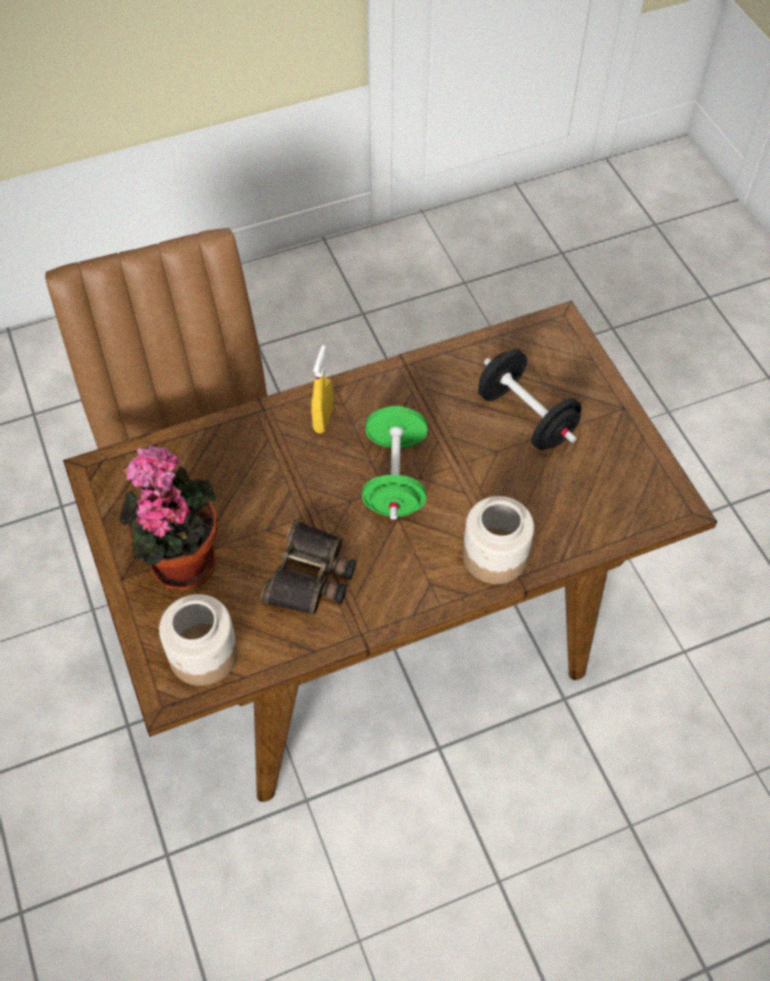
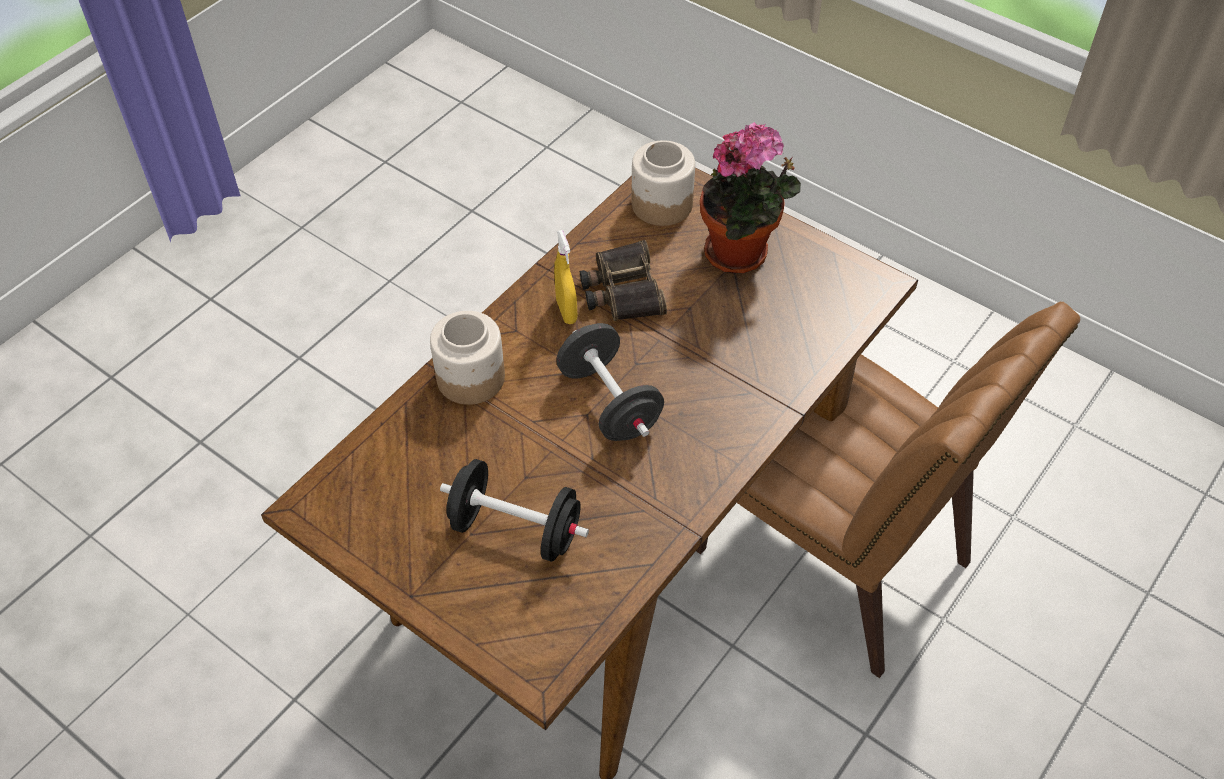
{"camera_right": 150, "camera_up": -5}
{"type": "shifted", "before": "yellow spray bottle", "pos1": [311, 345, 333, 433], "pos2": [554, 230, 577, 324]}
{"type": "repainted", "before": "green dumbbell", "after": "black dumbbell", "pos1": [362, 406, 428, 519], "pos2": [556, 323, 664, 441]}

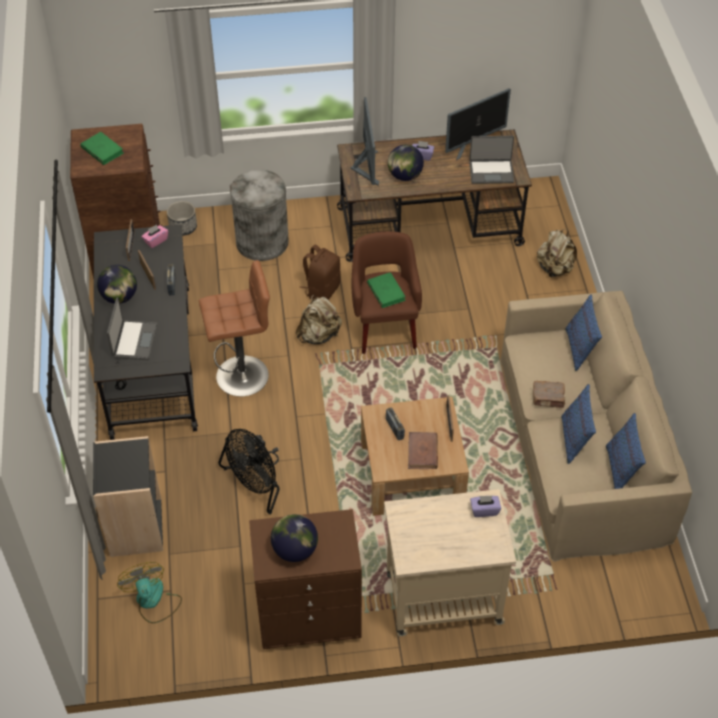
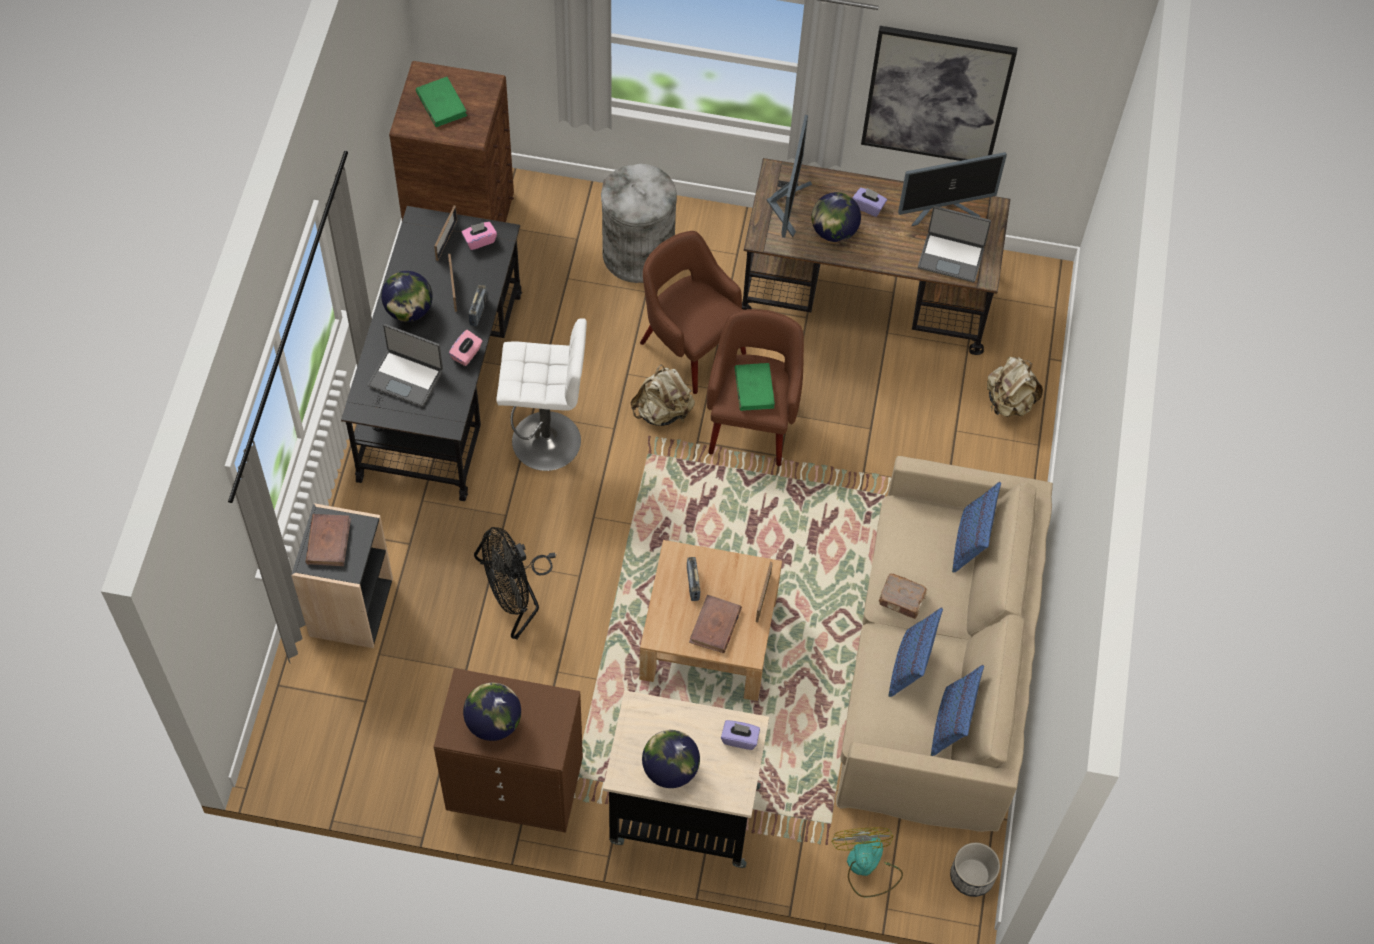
{"camera_right": 15, "camera_up": 10}
{"type": "rotated", "before": "laptop", "pos1": [107, 297, 157, 360], "pos2": [368, 324, 443, 407], "turn": 90}
{"type": "shifted", "before": "fan", "pos1": [117, 562, 182, 623], "pos2": [832, 828, 903, 897]}
{"type": "shifted", "before": "planter", "pos1": [167, 201, 197, 236], "pos2": [950, 842, 1000, 897]}
{"type": "repainted", "before": "brown stool", "after": "white stool", "pos1": [199, 260, 270, 397], "pos2": [496, 318, 587, 471]}
{"type": "swapped", "before": "brown backpack", "after": "brown armchair", "pos1": [299, 245, 341, 300], "pos2": [640, 231, 746, 394]}
{"type": "repainted", "before": "beige cart", "after": "black cart", "pos1": [384, 489, 516, 637], "pos2": [603, 690, 769, 868]}
{"type": "new", "after": "brown book", "pos2": [306, 514, 351, 566]}
{"type": "new", "after": "pink tissue box", "pos2": [449, 330, 483, 366]}
{"type": "new", "after": "globe", "pos2": [642, 730, 700, 788]}
{"type": "new", "after": "picture", "pos2": [861, 26, 1017, 161]}

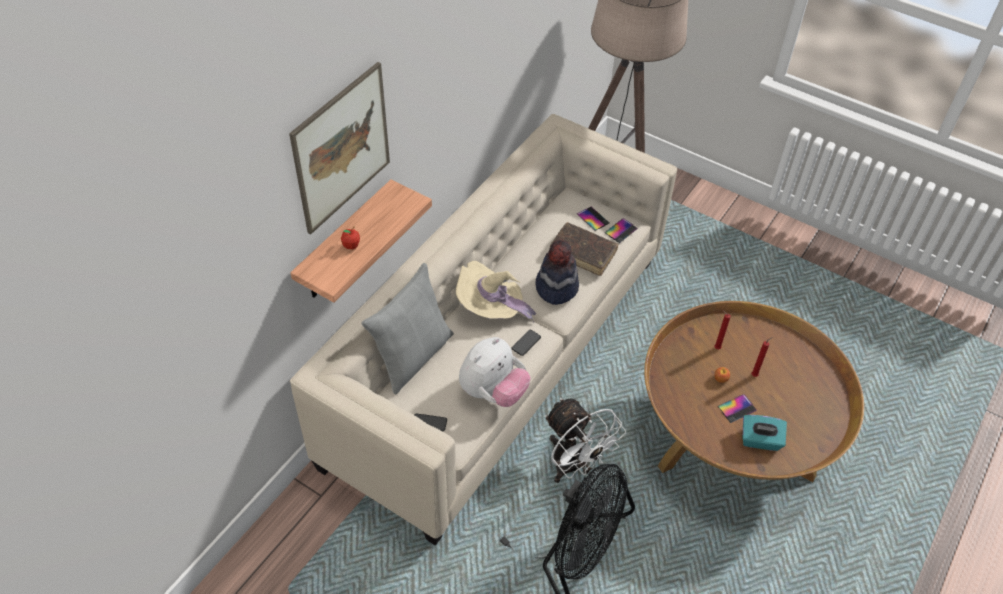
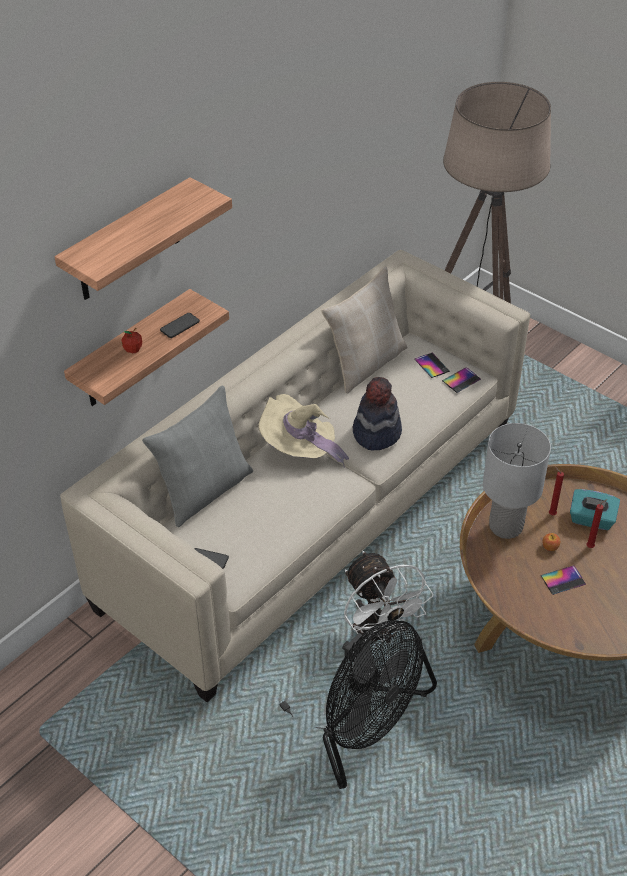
{"camera_right": 10, "camera_up": -5}
{"type": "swapped", "before": "picture", "after": "shelf", "pos1": [289, 62, 390, 234], "pos2": [54, 177, 232, 300]}
{"type": "gone", "before": "plush toy", "pos1": [459, 337, 531, 407]}
{"type": "shifted", "before": "phone", "pos1": [511, 330, 541, 356], "pos2": [160, 313, 200, 338]}
{"type": "gone", "before": "brown book", "pos1": [550, 222, 618, 276]}
{"type": "shifted", "before": "turquoise tissue box", "pos1": [743, 415, 787, 451], "pos2": [570, 489, 620, 530]}
{"type": "new", "after": "beige pillow", "pos2": [321, 266, 407, 394]}
{"type": "new", "after": "grey table lamp", "pos2": [483, 423, 551, 539]}

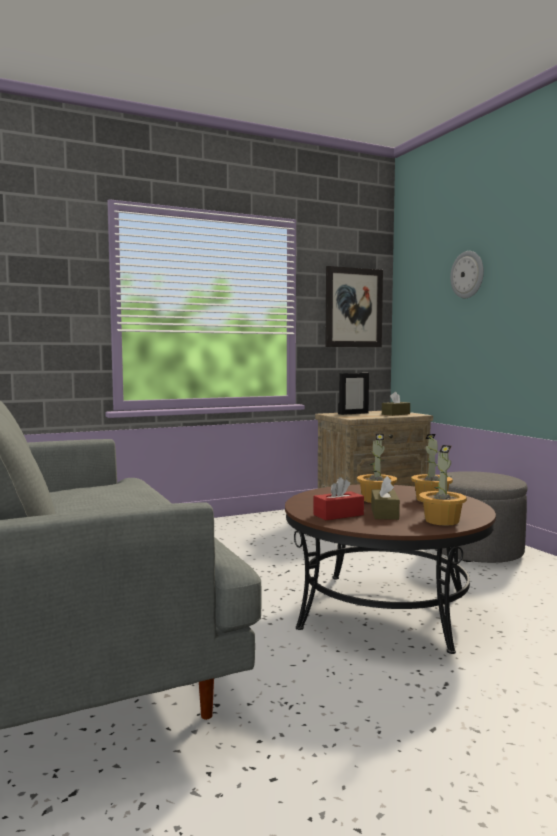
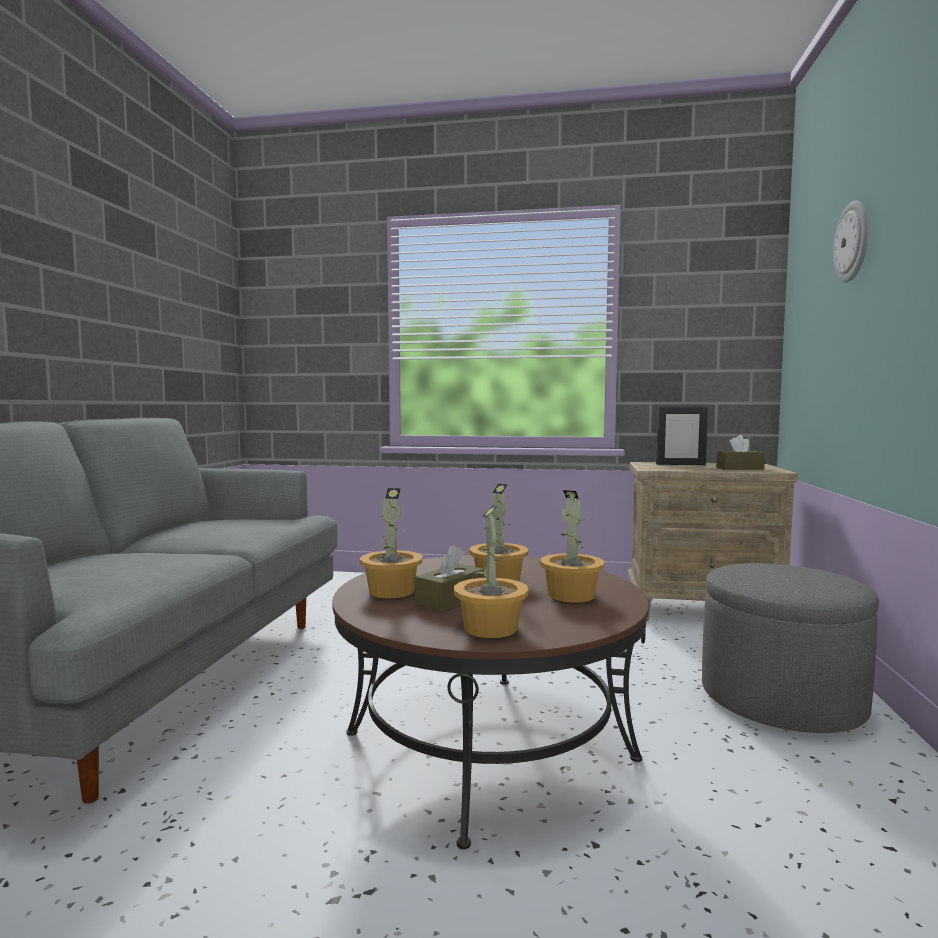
{"camera_right": 35, "camera_up": 0}
{"type": "swapped", "before": "red tissue box", "after": "potted plant", "pos1": [313, 477, 364, 520], "pos2": [360, 488, 423, 598]}
{"type": "gone", "before": "picture", "pos1": [325, 266, 383, 347]}

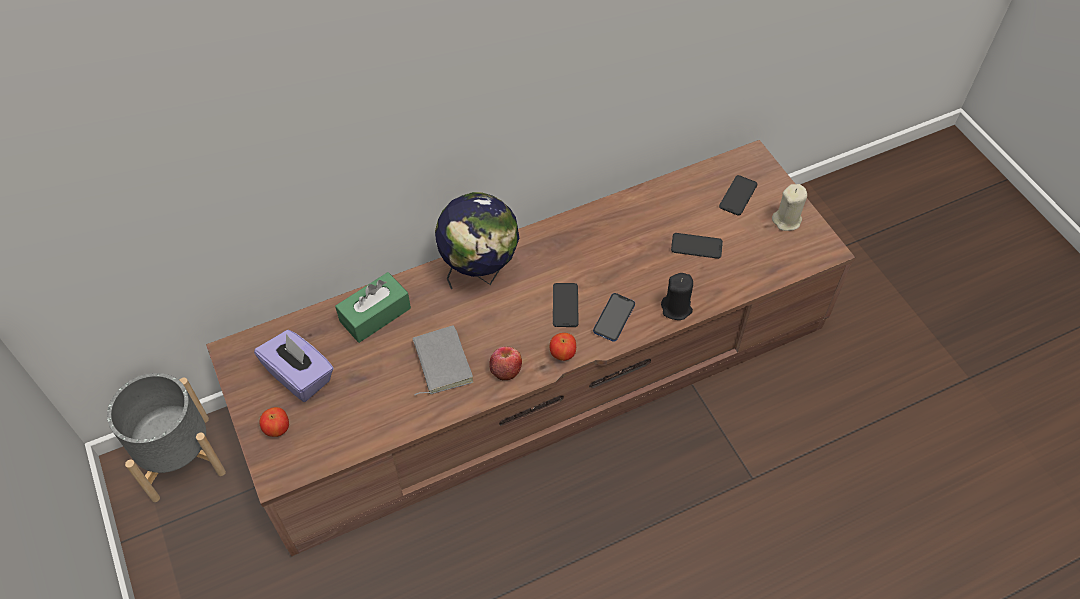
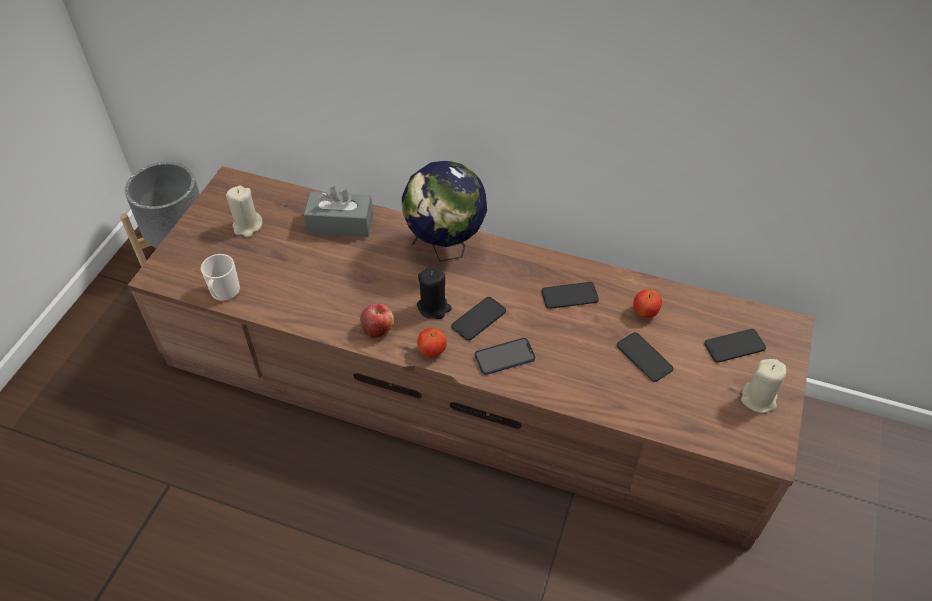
{"camera_right": 45, "camera_up": -5}
{"type": "swapped", "before": "purple tissue box", "after": "beige candle", "pos1": [254, 330, 334, 402], "pos2": [226, 185, 263, 237]}
{"type": "shifted", "before": "apple", "pos1": [259, 407, 289, 437], "pos2": [633, 290, 662, 318]}
{"type": "repainted", "before": "green tissue box", "after": "grey tissue box", "pos1": [335, 272, 411, 343], "pos2": [304, 187, 373, 237]}
{"type": "gone", "before": "grey book", "pos1": [412, 325, 473, 395]}
{"type": "shifted", "before": "black candle", "pos1": [661, 273, 693, 320], "pos2": [417, 267, 452, 319]}
{"type": "new", "after": "mug", "pos2": [201, 254, 240, 301]}
{"type": "new", "after": "phone", "pos2": [541, 282, 599, 309]}

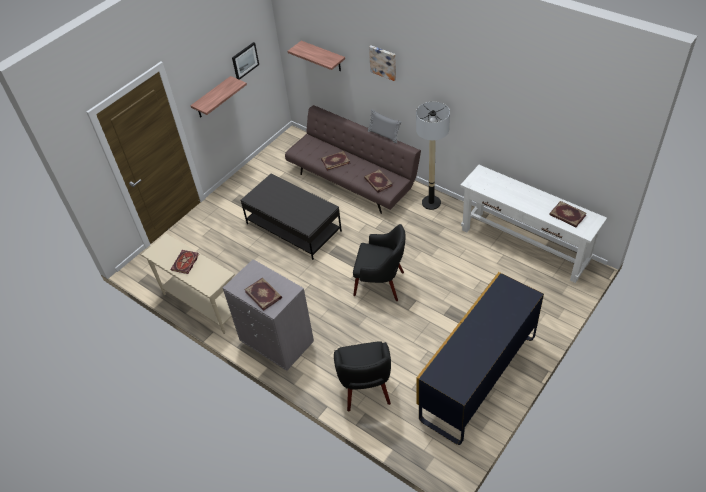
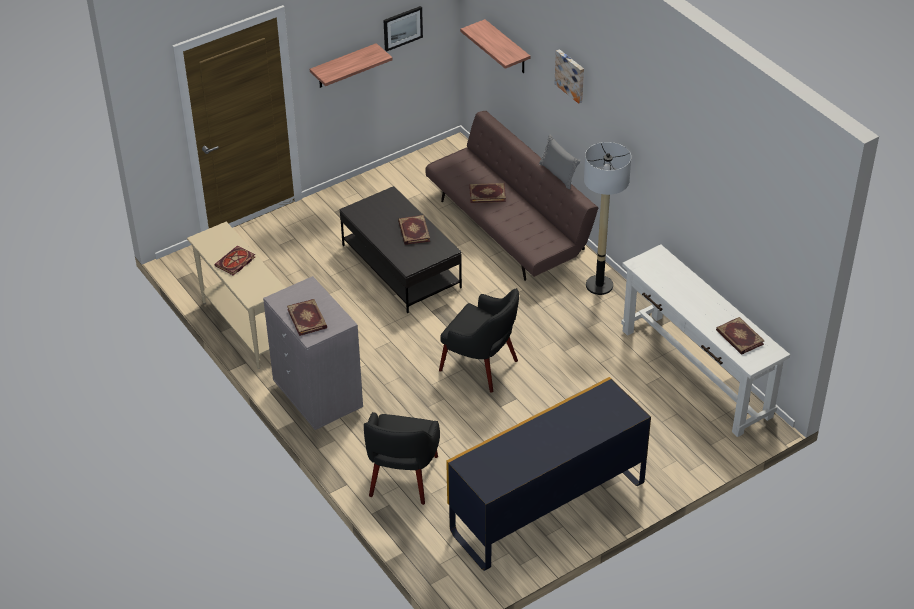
{"camera_right": 15, "camera_up": -5}
{"type": "shifted", "before": "book", "pos1": [364, 169, 393, 193], "pos2": [398, 215, 430, 245]}

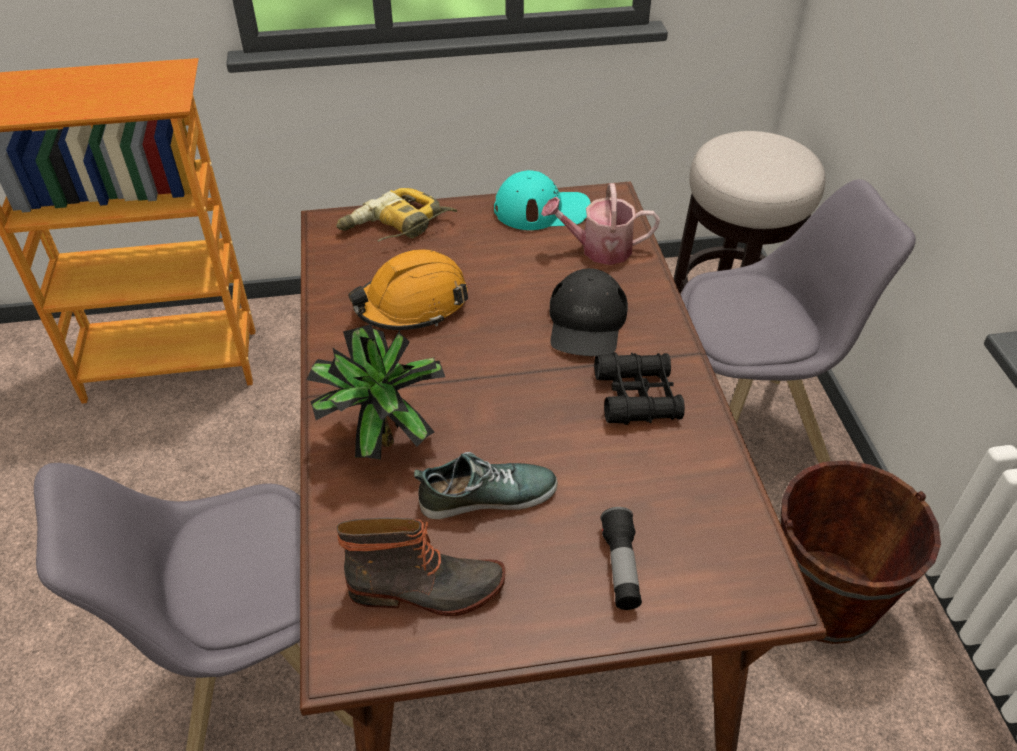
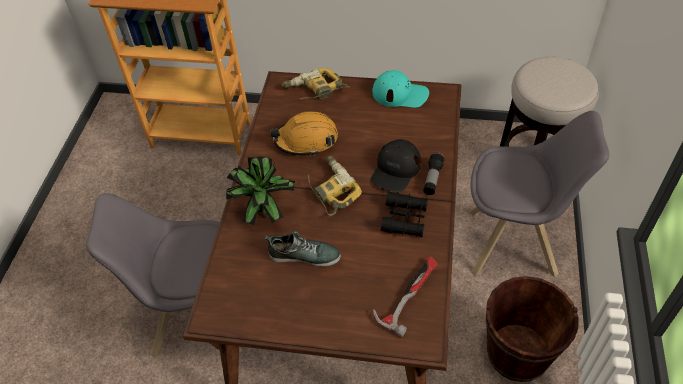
{"camera_right": 20, "camera_up": 5}
{"type": "gone", "before": "boot", "pos1": [336, 518, 506, 616]}
{"type": "gone", "before": "watering can", "pos1": [541, 183, 660, 265]}
{"type": "shifted", "before": "flashlight", "pos1": [601, 507, 642, 610], "pos2": [423, 152, 445, 195]}
{"type": "new", "after": "power drill", "pos2": [308, 156, 362, 216]}
{"type": "new", "after": "hammer", "pos2": [373, 256, 437, 337]}

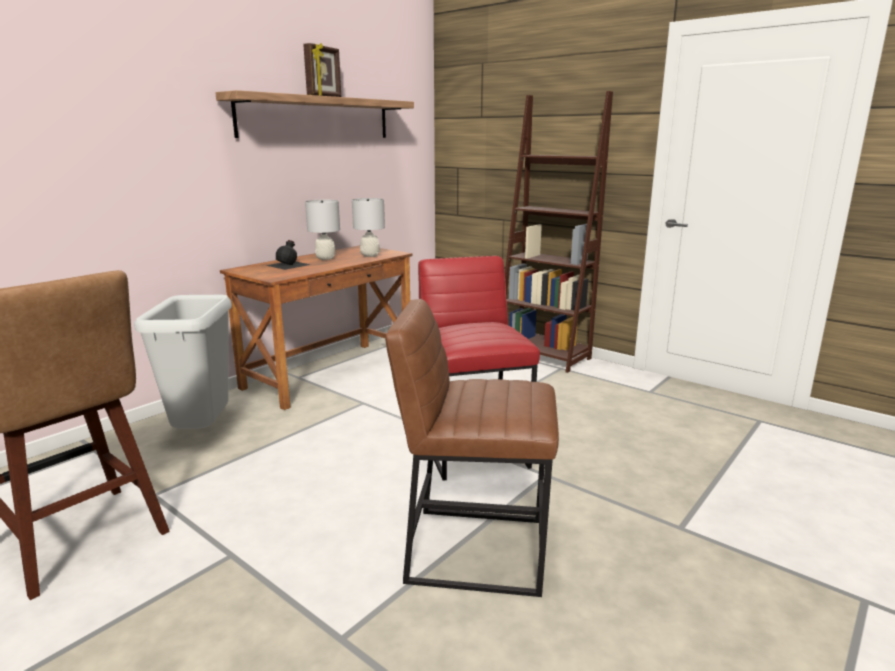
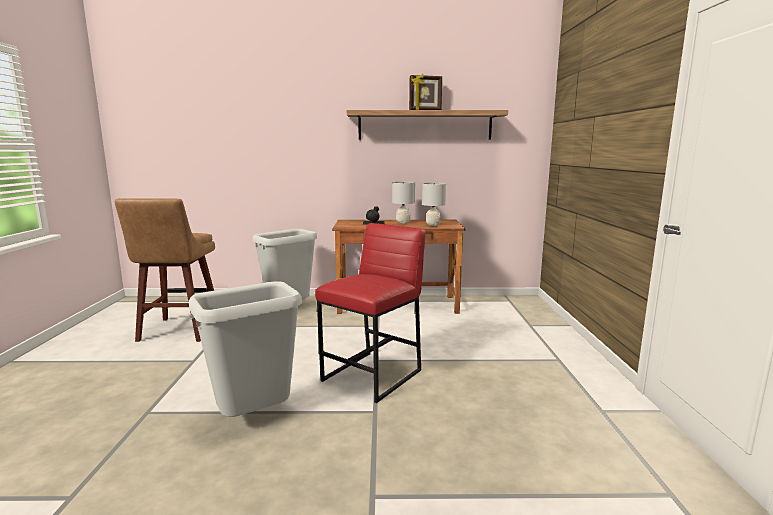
{"camera_right": 50, "camera_up": -5}
{"type": "swapped", "before": "brown chair", "after": "grey trash can", "pos1": [385, 299, 559, 597], "pos2": [189, 281, 302, 417]}
{"type": "gone", "before": "brown bookcase", "pos1": [505, 91, 613, 373]}

